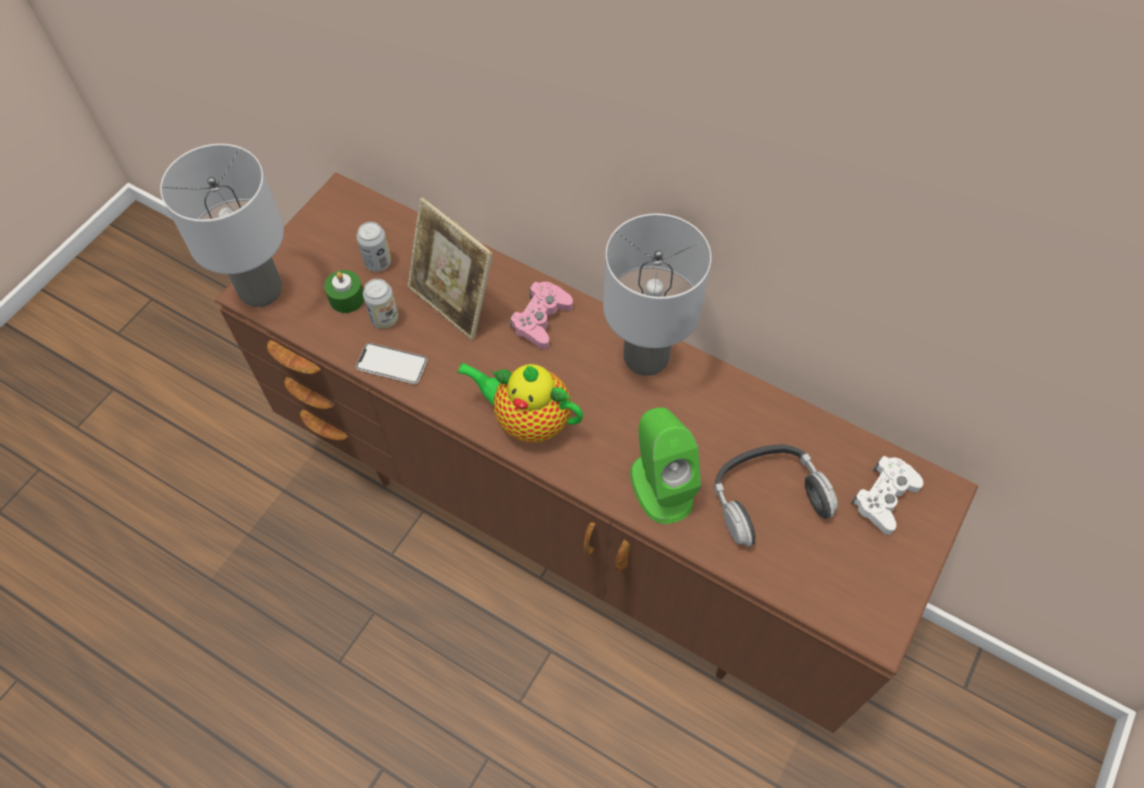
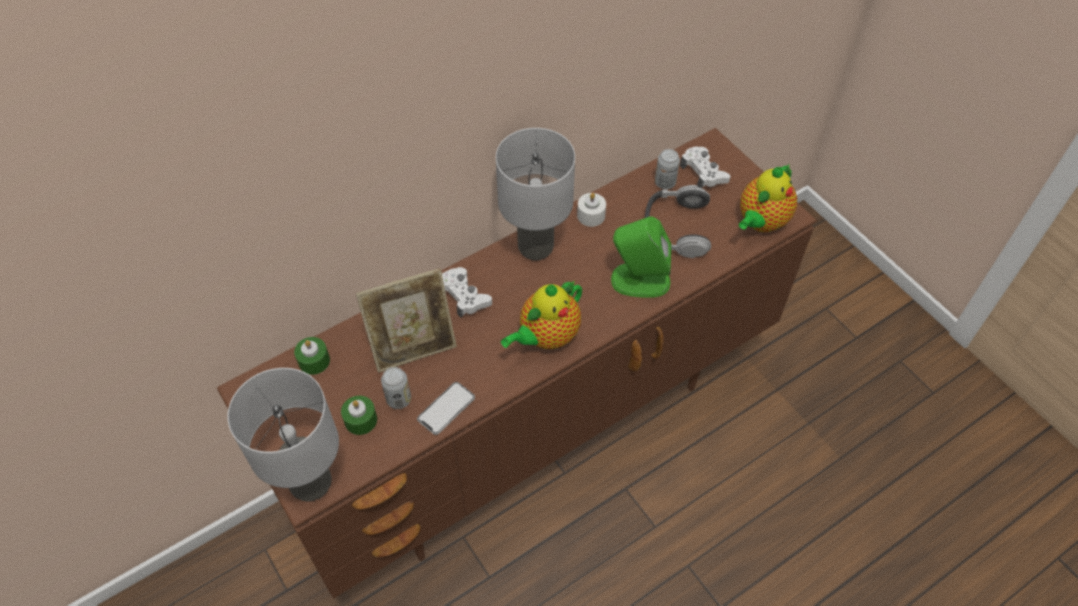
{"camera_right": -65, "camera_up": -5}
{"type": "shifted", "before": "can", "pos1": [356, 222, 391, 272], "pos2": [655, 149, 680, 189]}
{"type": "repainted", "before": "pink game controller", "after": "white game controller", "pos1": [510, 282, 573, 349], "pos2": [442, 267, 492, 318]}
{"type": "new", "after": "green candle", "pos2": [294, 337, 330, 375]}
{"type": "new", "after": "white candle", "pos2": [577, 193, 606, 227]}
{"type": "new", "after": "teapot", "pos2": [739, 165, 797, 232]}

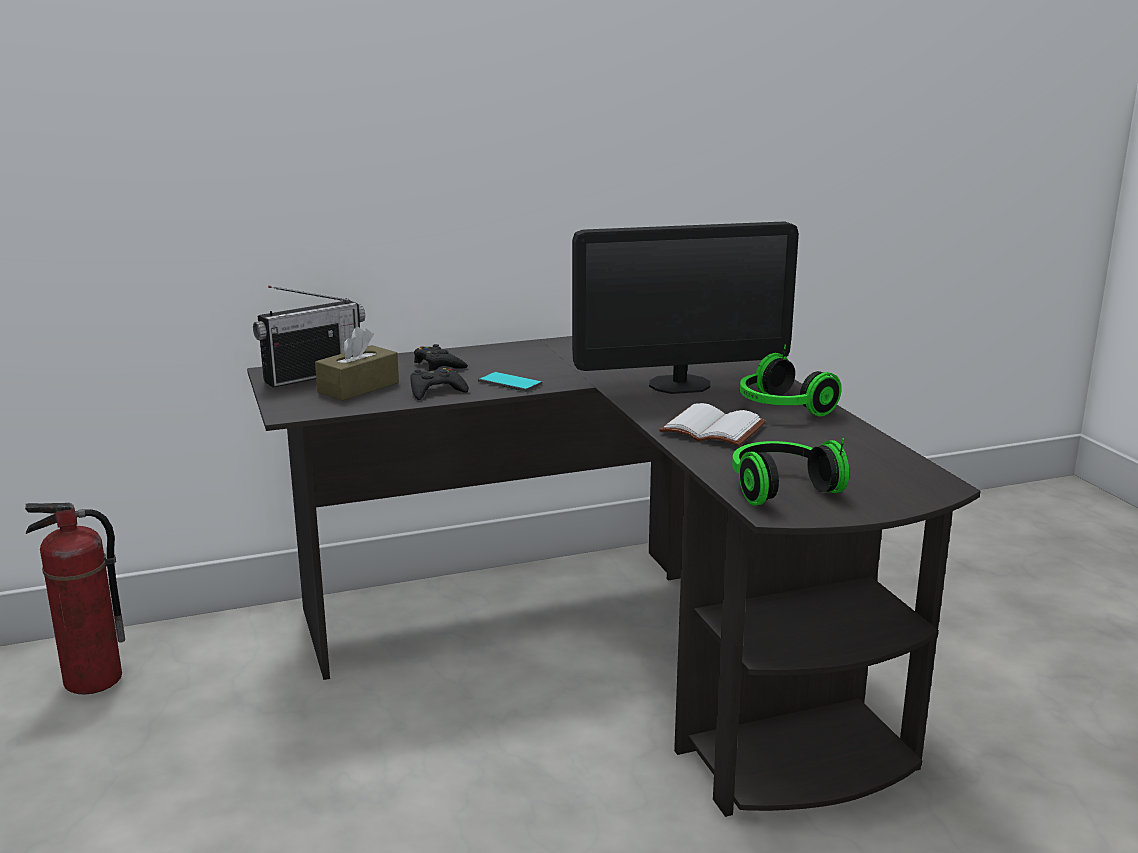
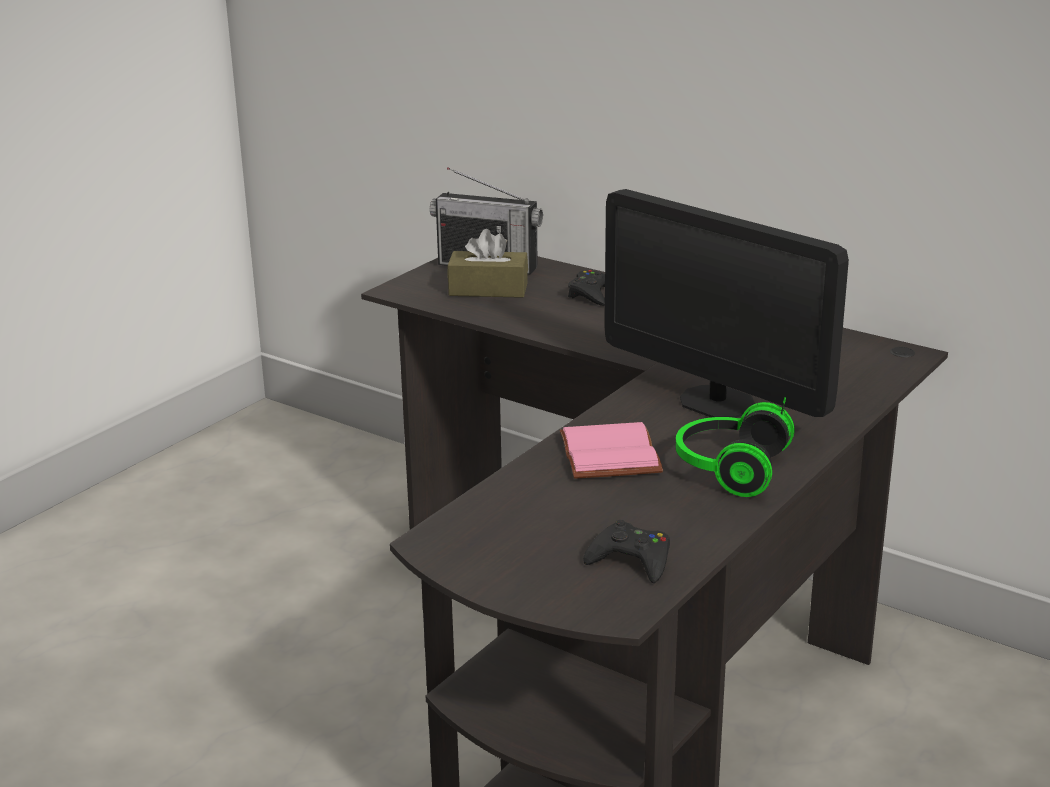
{"camera_right": 55, "camera_up": 5}
{"type": "gone", "before": "fire extinguisher", "pos1": [25, 503, 125, 694]}
{"type": "shifted", "before": "black game controller", "pos1": [410, 368, 469, 400], "pos2": [583, 520, 670, 583]}
{"type": "gone", "before": "phone", "pos1": [478, 372, 542, 392]}
{"type": "repainted", "before": "white book", "after": "pink book", "pos1": [659, 403, 766, 446], "pos2": [559, 422, 663, 479]}
{"type": "gone", "before": "headphones", "pos1": [732, 438, 849, 506]}

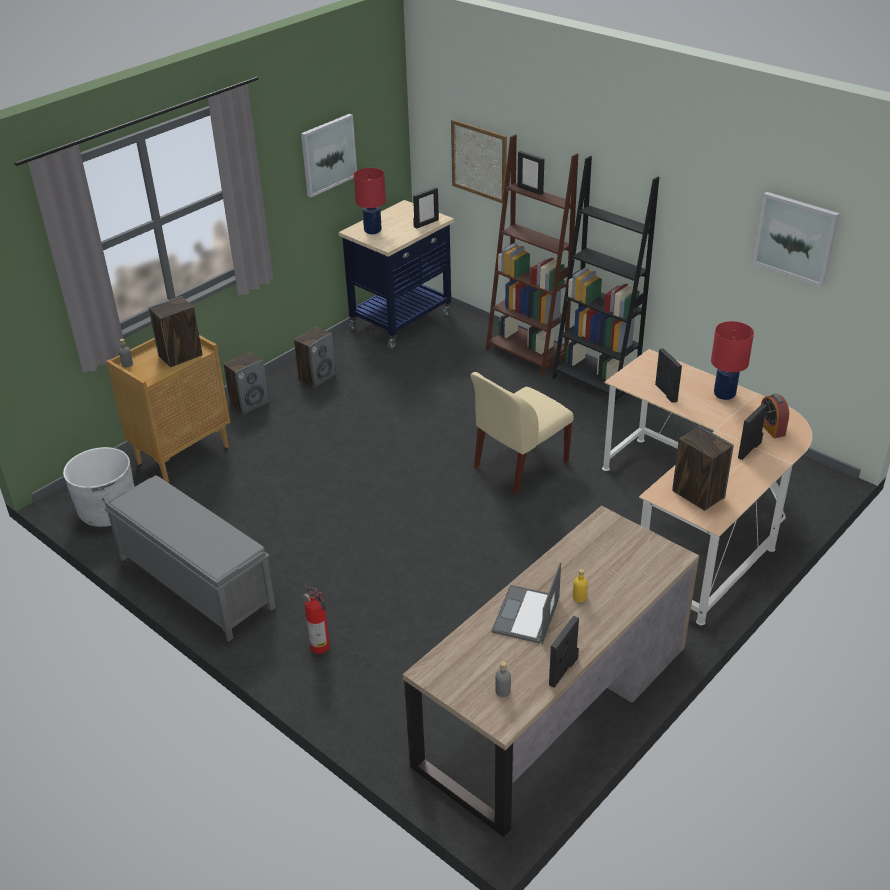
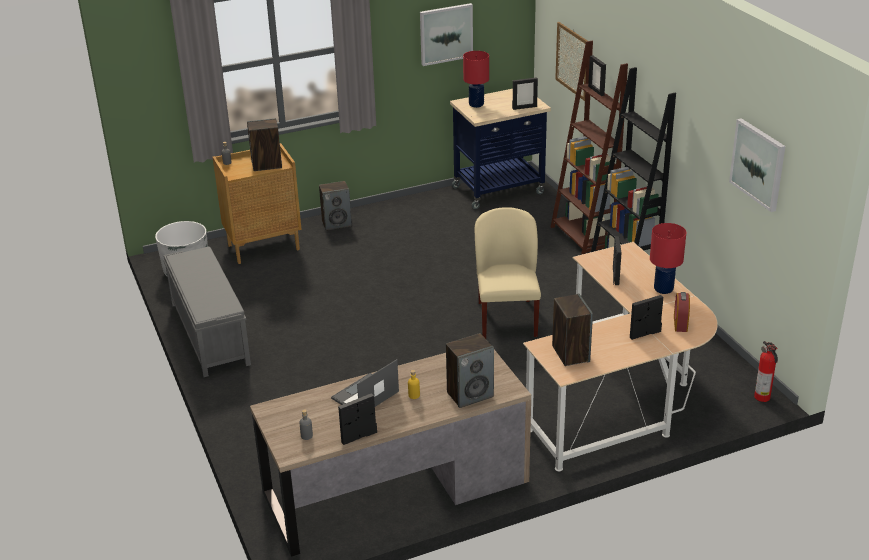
{"camera_right": 25, "camera_up": -5}
{"type": "shifted", "before": "speaker", "pos1": [294, 327, 336, 388], "pos2": [446, 333, 494, 408]}
{"type": "shifted", "before": "fire extinguisher", "pos1": [303, 586, 330, 654], "pos2": [754, 341, 778, 402]}
{"type": "rotated", "before": "beige chair", "pos1": [471, 372, 574, 494], "pos2": [475, 207, 541, 339], "turn": 105}

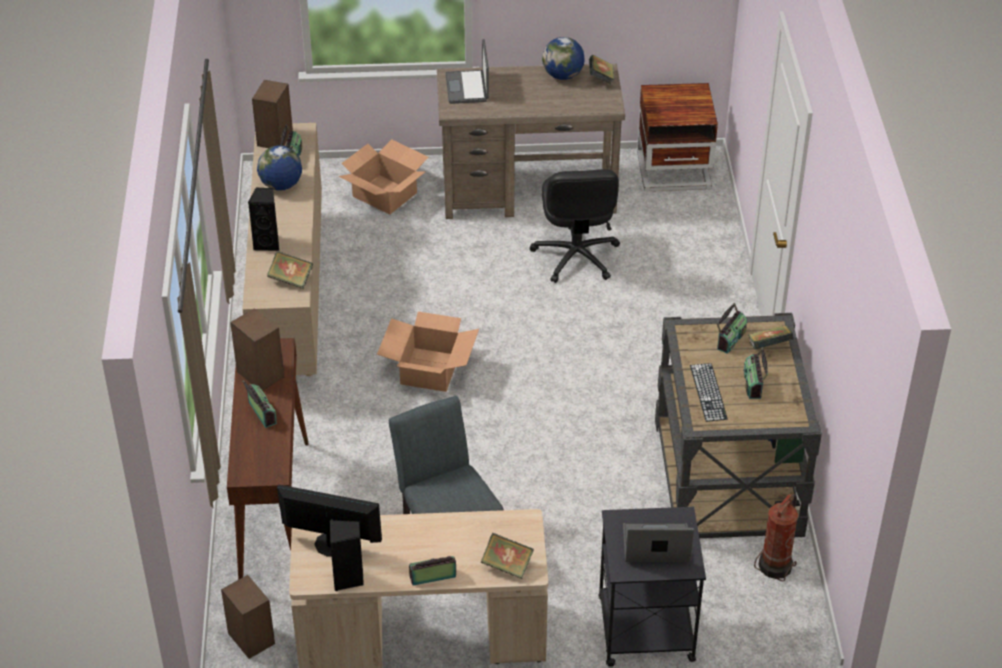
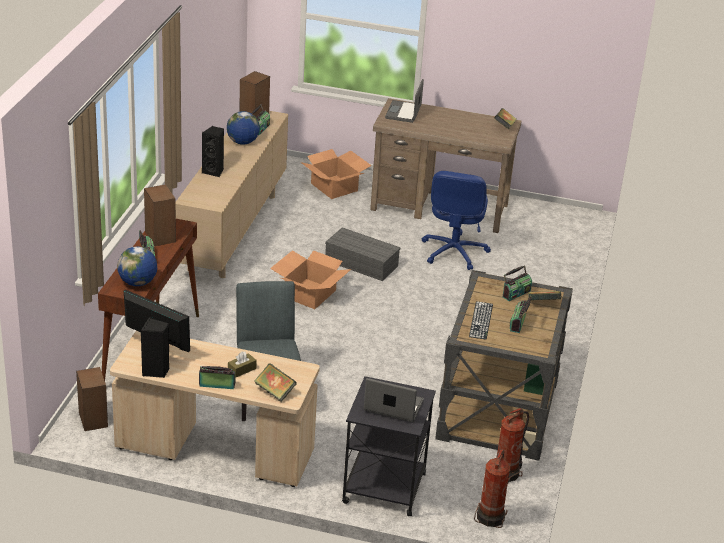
{"camera_right": 15, "camera_up": -10}
{"type": "gone", "before": "book", "pos1": [267, 251, 313, 289]}
{"type": "repainted", "before": "black office chair", "after": "blue office chair", "pos1": [530, 169, 620, 283], "pos2": [422, 171, 491, 270]}
{"type": "shifted", "before": "globe", "pos1": [542, 37, 585, 80], "pos2": [117, 246, 157, 286]}
{"type": "gone", "before": "nightstand", "pos1": [637, 83, 718, 192]}
{"type": "new", "after": "brown tissue box", "pos2": [228, 351, 257, 377]}
{"type": "new", "after": "grey storage box", "pos2": [325, 227, 401, 281]}
{"type": "new", "after": "fire extinguisher", "pos2": [474, 449, 510, 528]}

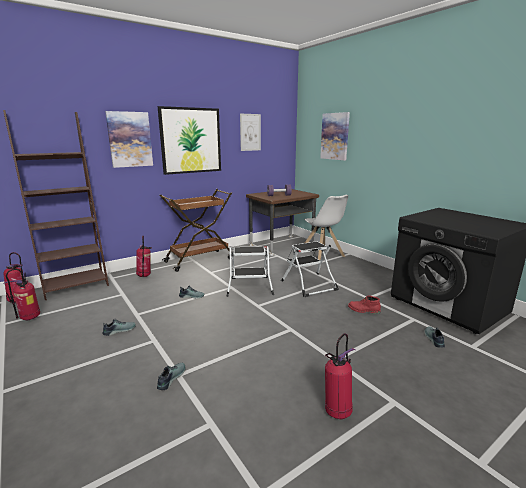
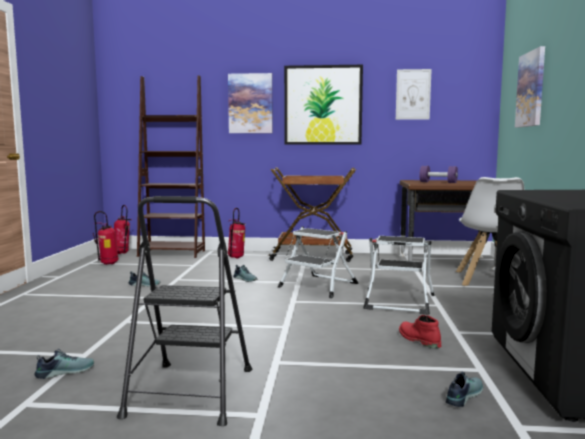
{"camera_right": 40, "camera_up": -10}
{"type": "shifted", "before": "shoe", "pos1": [157, 363, 186, 390], "pos2": [34, 349, 94, 379]}
{"type": "swapped", "before": "fire extinguisher", "after": "black step ladder", "pos1": [325, 333, 355, 419], "pos2": [117, 196, 252, 426]}

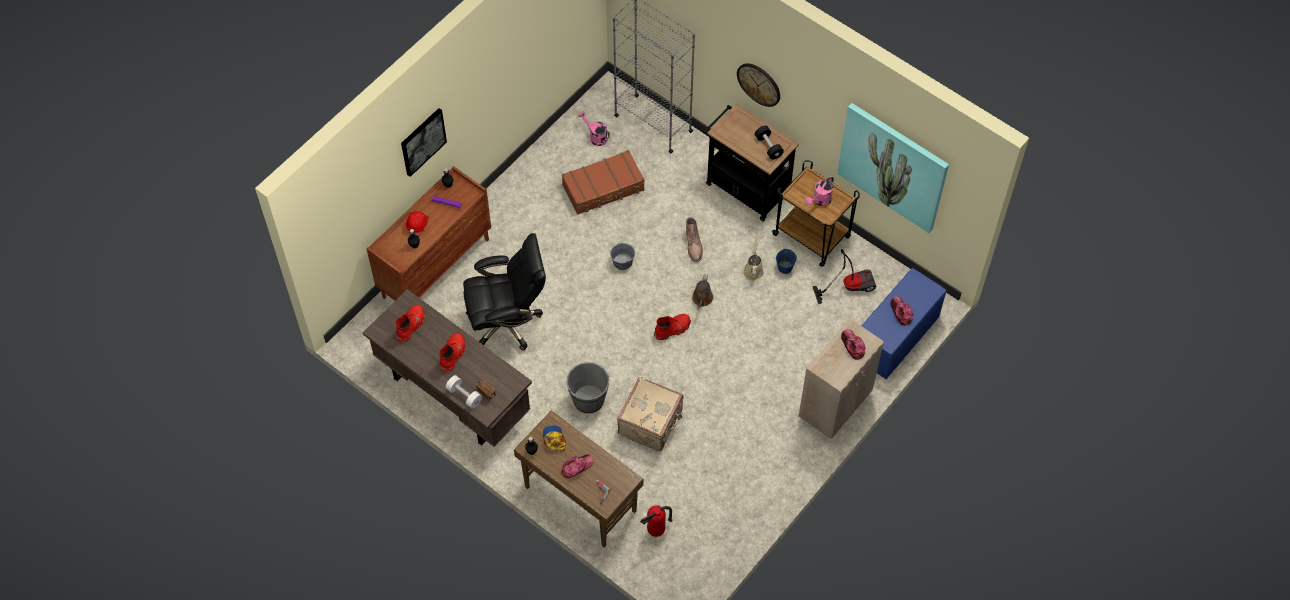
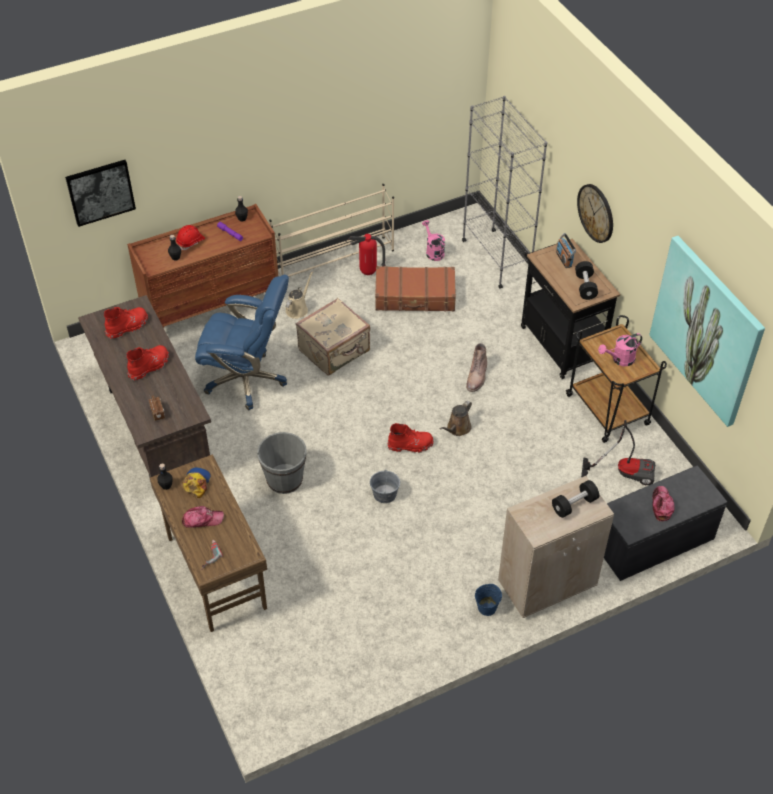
{"camera_right": 25, "camera_up": -10}
{"type": "shifted", "before": "picture", "pos1": [401, 108, 447, 177], "pos2": [65, 160, 136, 227]}
{"type": "gone", "before": "white dumbbell", "pos1": [445, 375, 482, 409]}
{"type": "repainted", "before": "black office chair", "after": "blue office chair", "pos1": [463, 233, 546, 351], "pos2": [195, 275, 289, 410]}
{"type": "shifted", "before": "grey bucket", "pos1": [610, 242, 635, 270], "pos2": [370, 468, 400, 503]}
{"type": "shifted", "before": "beige suitcase", "pos1": [617, 376, 683, 451], "pos2": [296, 298, 370, 376]}
{"type": "shifted", "before": "fire extinguisher", "pos1": [640, 505, 672, 537], "pos2": [348, 234, 385, 275]}
{"type": "shifted", "before": "beige watering can", "pos1": [743, 233, 764, 281], "pos2": [285, 271, 313, 319]}
{"type": "shifted", "before": "blue bucket", "pos1": [776, 249, 797, 274], "pos2": [475, 584, 502, 616]}
{"type": "swapped", "before": "cap", "after": "black dumbbell", "pos1": [841, 329, 865, 360], "pos2": [552, 480, 599, 518]}
{"type": "repainted", "before": "blue bench", "after": "grey bench", "pos1": [862, 268, 947, 379], "pos2": [604, 466, 727, 581]}
{"type": "new", "after": "beige shoe rack", "pos2": [269, 184, 394, 277]}
{"type": "new", "after": "radio", "pos2": [556, 233, 576, 268]}

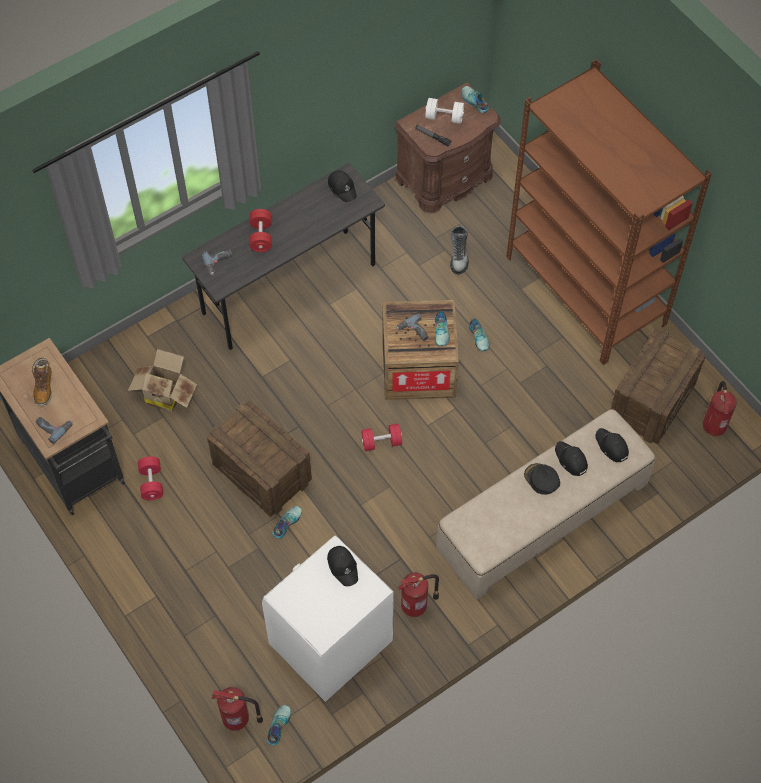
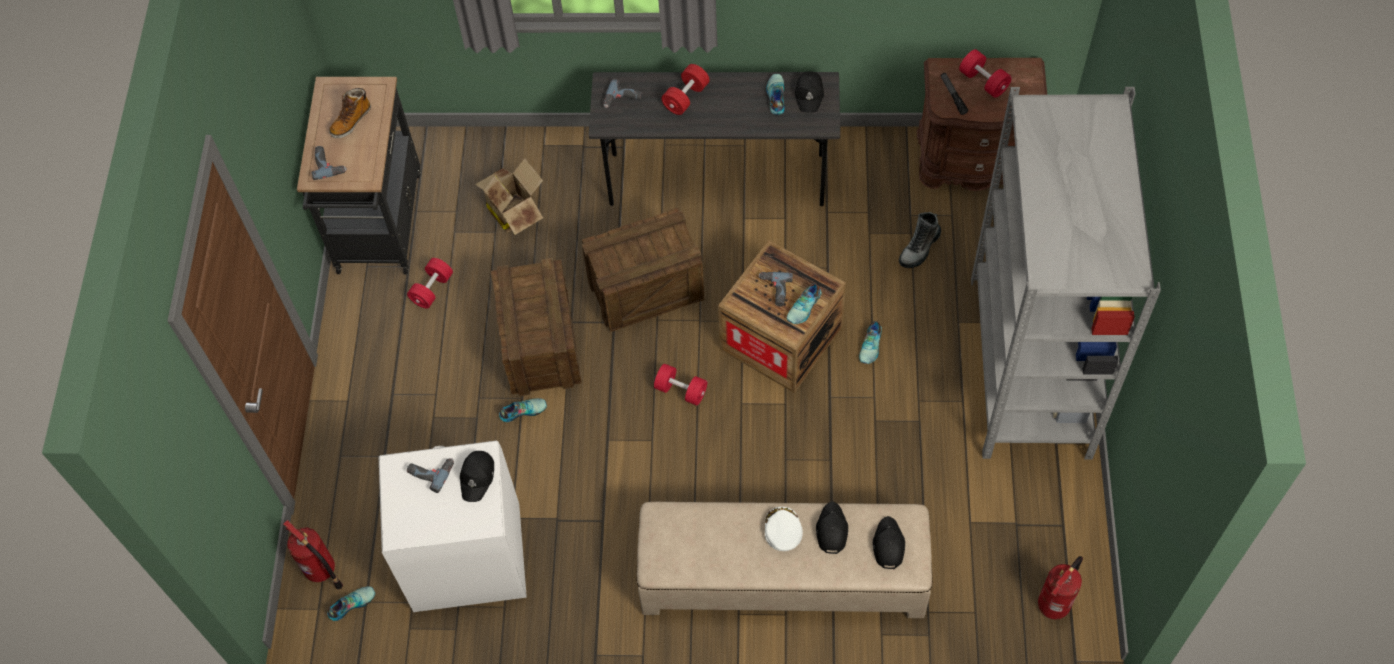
{"camera_right": 40, "camera_up": 0}
{"type": "gone", "before": "fire extinguisher", "pos1": [398, 573, 439, 617]}
{"type": "repainted", "before": "white dumbbell", "after": "red dumbbell", "pos1": [425, 98, 464, 124], "pos2": [959, 49, 1012, 98]}
{"type": "shifted", "before": "shoe", "pos1": [462, 86, 489, 113], "pos2": [766, 74, 785, 115]}
{"type": "repainted", "before": "brown bookcase", "after": "grey bookcase", "pos1": [506, 59, 712, 365], "pos2": [971, 87, 1161, 460]}
{"type": "repainted", "before": "black cap", "after": "white cap", "pos1": [524, 463, 560, 495], "pos2": [765, 507, 803, 551]}
{"type": "shifted", "before": "crate", "pos1": [610, 328, 706, 445], "pos2": [582, 207, 705, 332]}
{"type": "new", "after": "power drill", "pos2": [407, 458, 454, 493]}

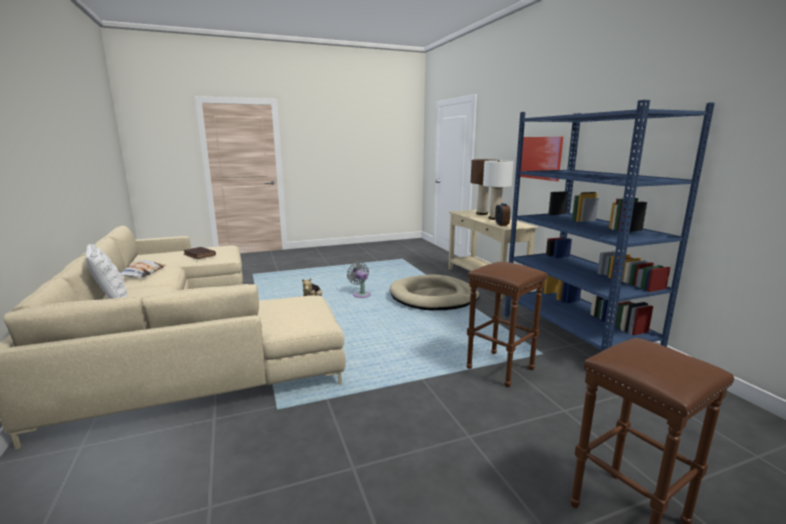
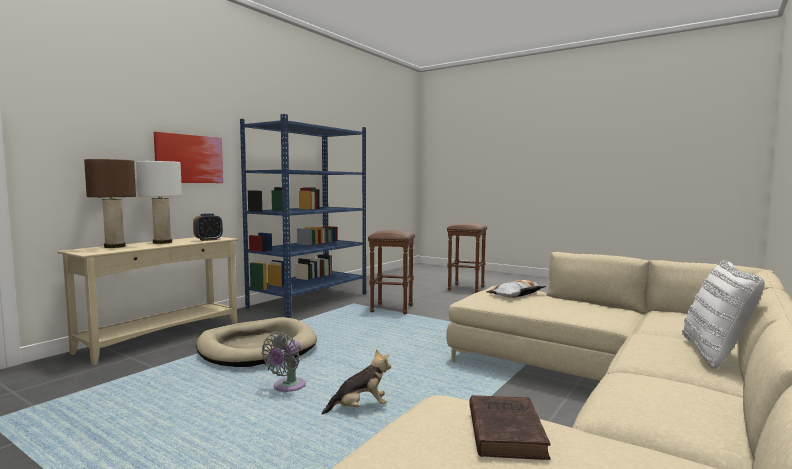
{"camera_right": -125, "camera_up": -10}
{"type": "shifted", "before": "pillow", "pos1": [120, 261, 166, 278], "pos2": [486, 280, 546, 298]}

